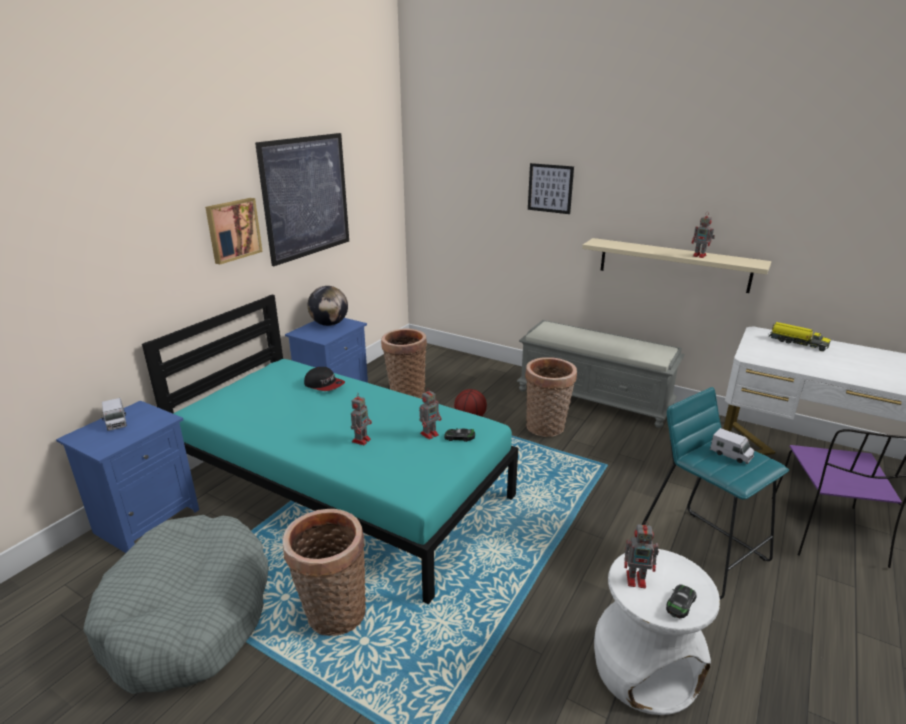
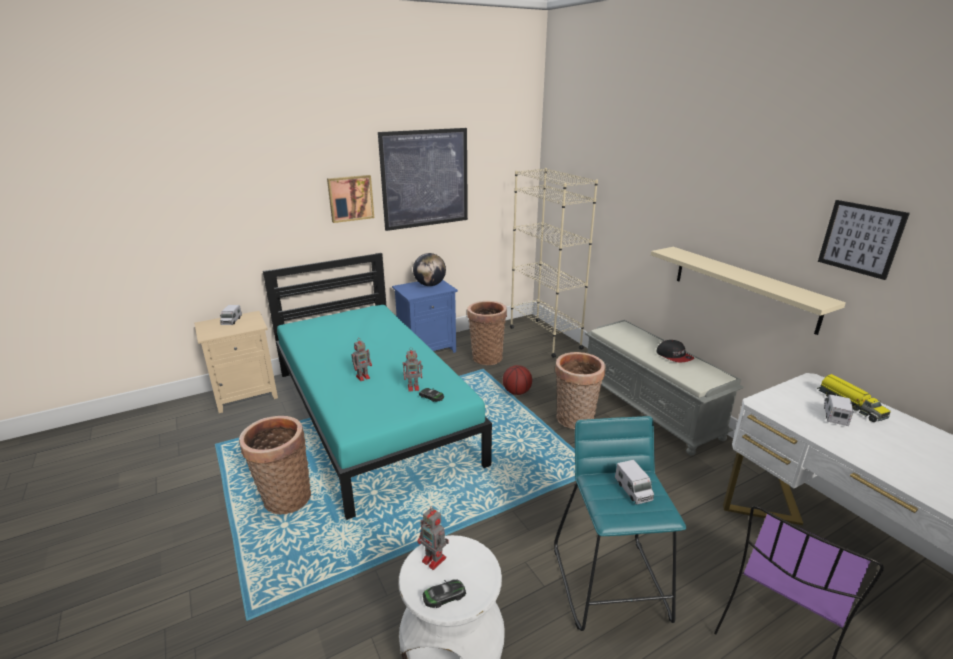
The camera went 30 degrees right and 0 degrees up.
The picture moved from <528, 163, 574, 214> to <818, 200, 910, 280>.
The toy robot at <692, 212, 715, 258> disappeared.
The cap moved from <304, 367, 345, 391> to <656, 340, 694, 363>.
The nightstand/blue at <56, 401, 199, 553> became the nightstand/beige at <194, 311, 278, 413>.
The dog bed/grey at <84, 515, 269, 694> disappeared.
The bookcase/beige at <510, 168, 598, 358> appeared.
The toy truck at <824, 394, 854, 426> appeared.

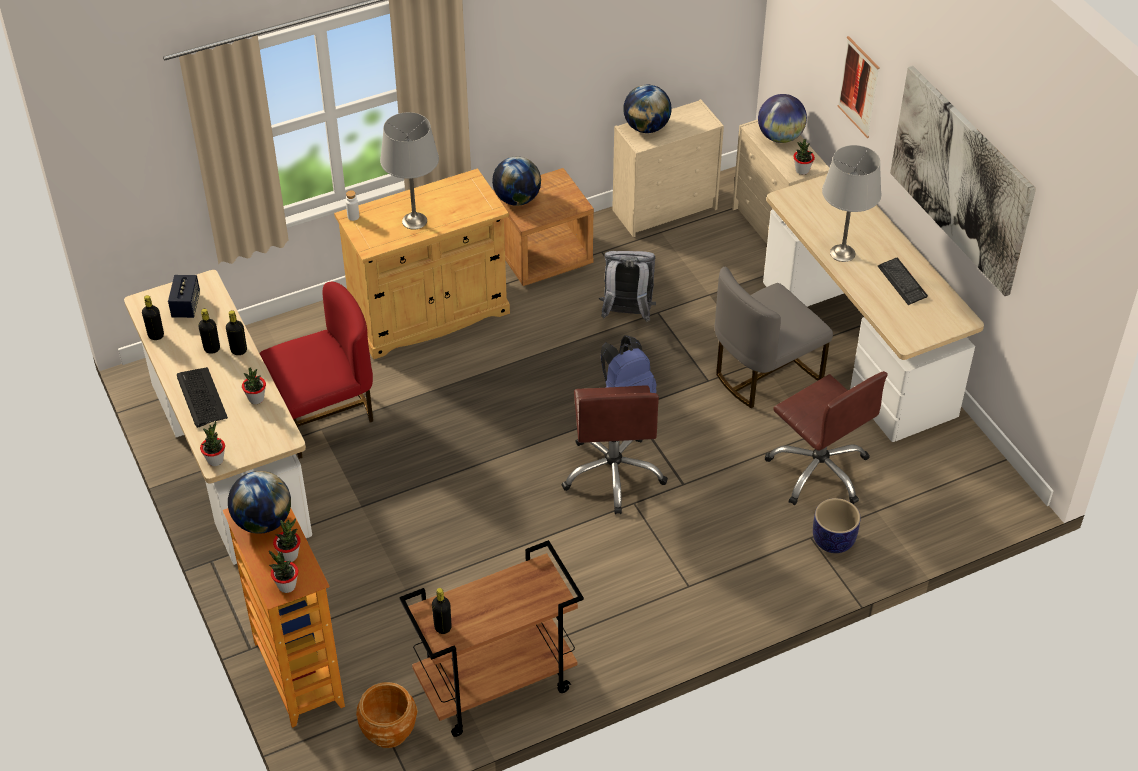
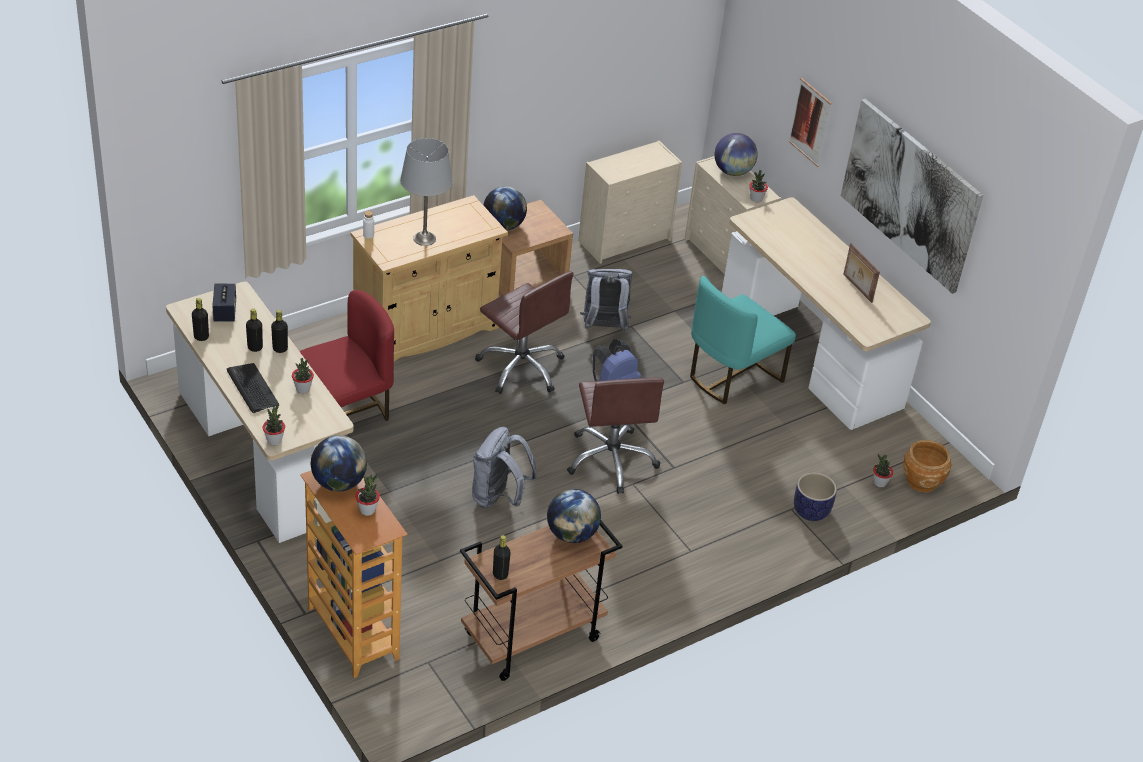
The camera went 10 degrees left and 5 degrees down.
The globe moved from <623, 85, 671, 133> to <547, 489, 601, 543>.
The table lamp/grey at <822, 145, 881, 262> disappeared.
The keyboard at <878, 258, 928, 305> was replaced by the picture frame at <843, 243, 880, 303>.
The chair/grey at <715, 267, 833, 408> became the chair/turquoise at <690, 276, 796, 404>.
The office chair/brown moved from <765, 371, 888, 505> to <475, 271, 574, 394>.
The potted plant moved from <269, 550, 298, 593> to <873, 454, 893, 487>.
The planter/brown moved from <356, 682, 418, 748> to <903, 440, 951, 493>.
The backpack/grey at <472, 427, 537, 508> appeared.

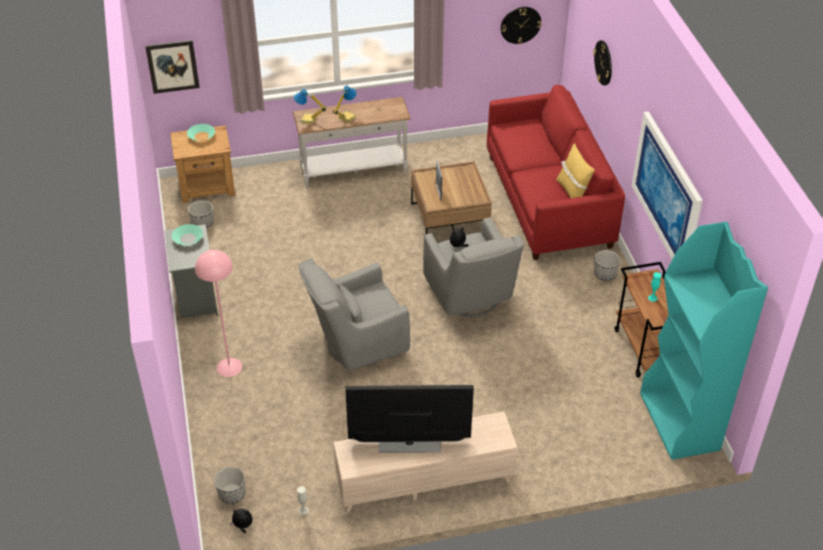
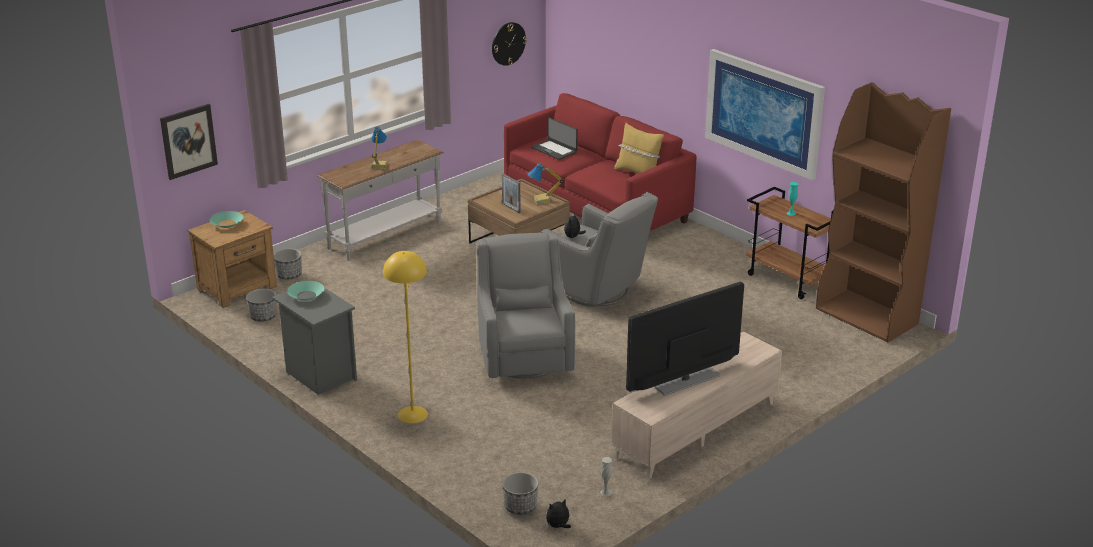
The camera went 30 degrees left and 15 degrees down.
The wall clock at <593, 40, 612, 86> disappeared.
The table lamp moved from <294, 89, 327, 125> to <528, 163, 564, 204>.
The bookcase/turquoise at <640, 222, 768, 460> became the bookcase/brown at <816, 82, 951, 342>.
The floor lamp/pink at <195, 250, 242, 377> became the floor lamp/yellow at <383, 251, 428, 423>.
The planter moved from <594, 250, 620, 280> to <274, 249, 302, 279>.
The armchair/grey at <299, 258, 410, 370> turned 135 degrees clockwise.
The laptop at <531, 117, 578, 160> appeared.

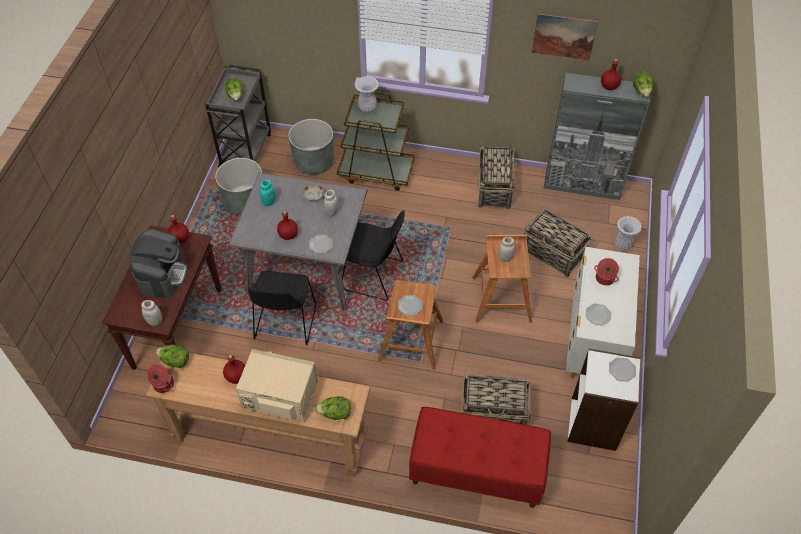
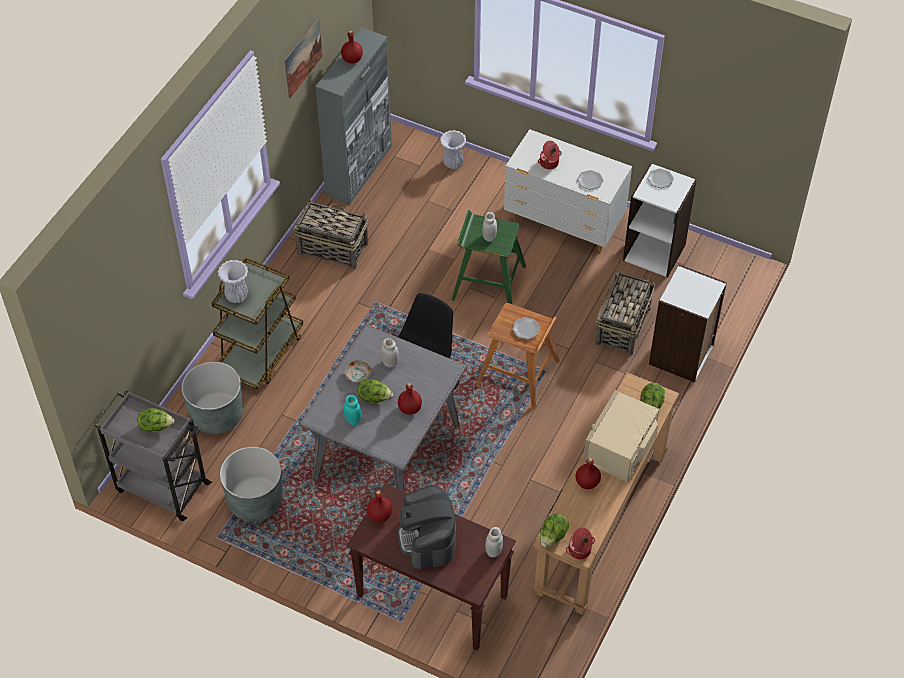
The camera went 75 degrees left and 0 degrees up.
The lettuce moved from <633, 71, 654, 97> to <358, 379, 393, 403>.
The basket at <524, 209, 592, 277> disappeared.
The coffee machine at <129, 229, 188, 298> turned 120 degrees counterclockwise.
The plate at <309, 235, 333, 254> disappeared.
The stool/brown at <472, 235, 532, 323> became the stool/green at <452, 210, 526, 304>.
The chair/black at <248, 271, 316, 345> disappeared.
The bench/red at <409, 407, 551, 508> was replaced by the bookcase/white at <649, 265, 727, 382>.

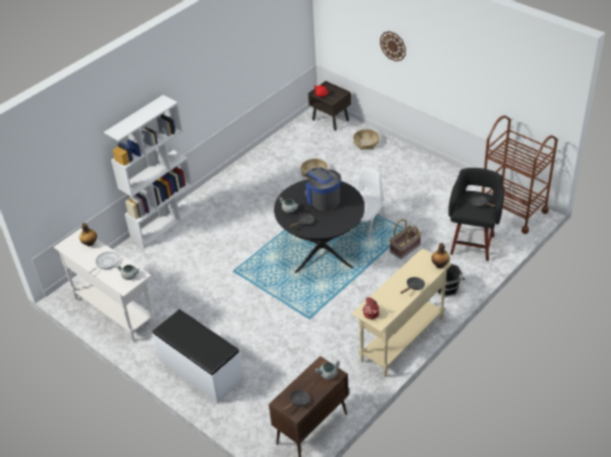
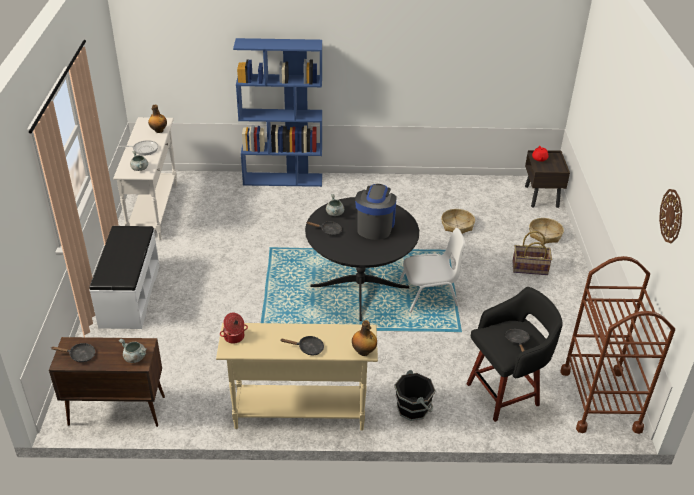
The camera went 45 degrees right and 5 degrees down.
The wall clock moved from <380, 31, 406, 61> to <659, 189, 682, 243>.
The bookcase/white at <104, 95, 197, 248> became the bookcase/blue at <233, 38, 322, 187>.
The basket moved from <390, 219, 421, 259> to <512, 231, 552, 275>.

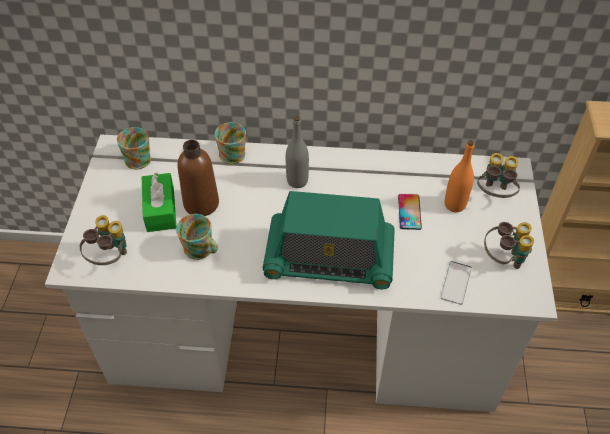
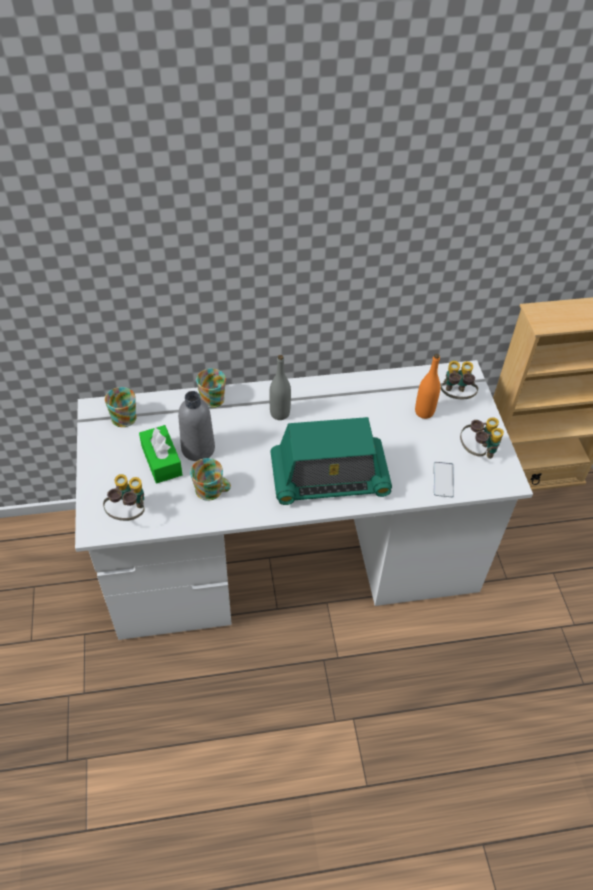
The camera went 15 degrees left and 0 degrees up.
The bottle/brown at <178, 140, 219, 216> became the bottle/grey at <178, 391, 215, 461>.
The phone at <398, 194, 422, 230> disappeared.

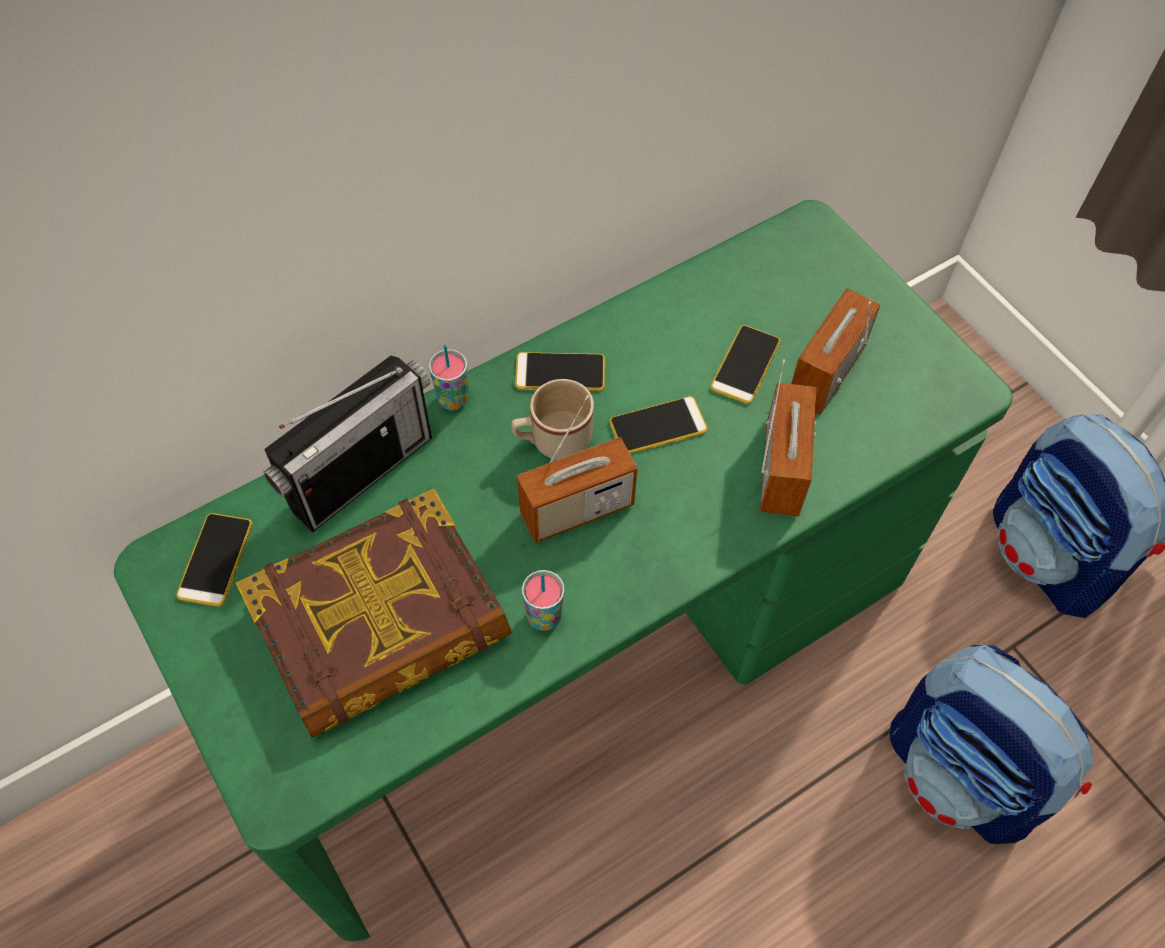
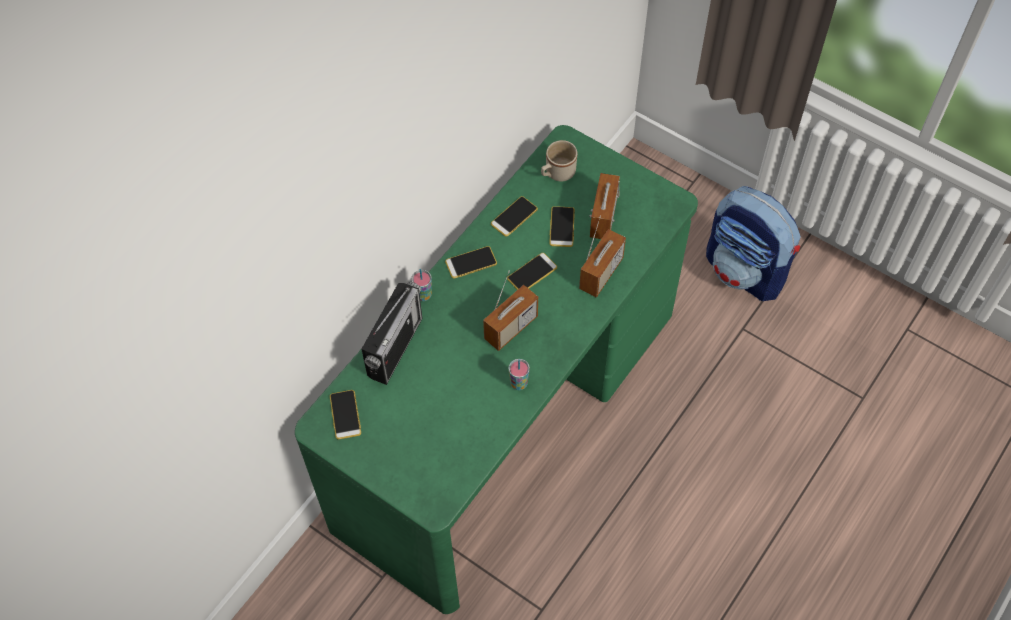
The camera went 20 degrees left and 0 degrees up.
The radio at <760, 360, 816, 516> turned 45 degrees clockwise.
The mug/beige moved from <511, 379, 594, 460> to <541, 140, 577, 182>.
The book at <236, 489, 512, 738> disappeared.
The backpack at <890, 645, 1093, 844> disappeared.
The phone at <491, 196, 538, 237> appeared.

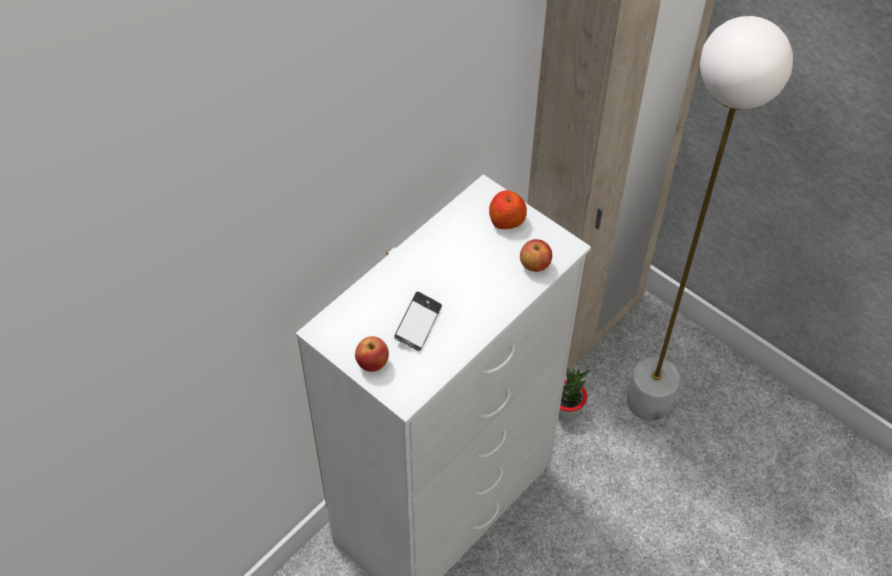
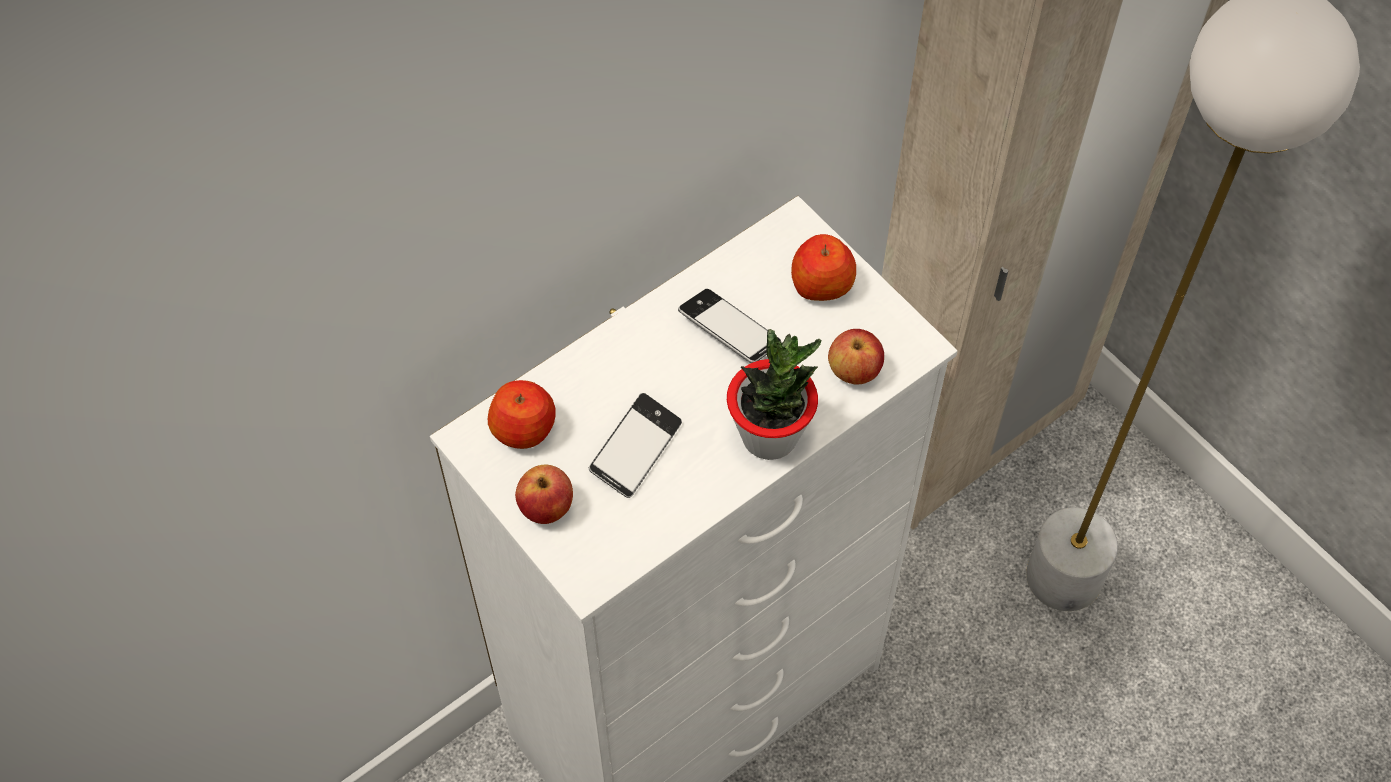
The camera went 10 degrees right and 5 degrees up.
The potted plant moved from <558, 368, 589, 421> to <727, 329, 821, 460>.
The phone at <678, 289, 781, 363> appeared.
The apple at <488, 380, 556, 449> appeared.

